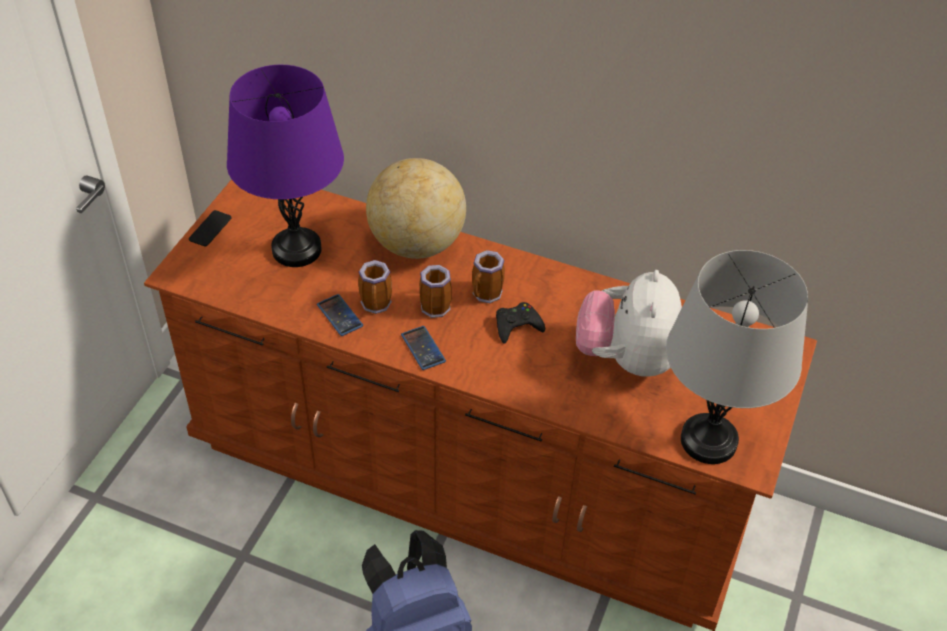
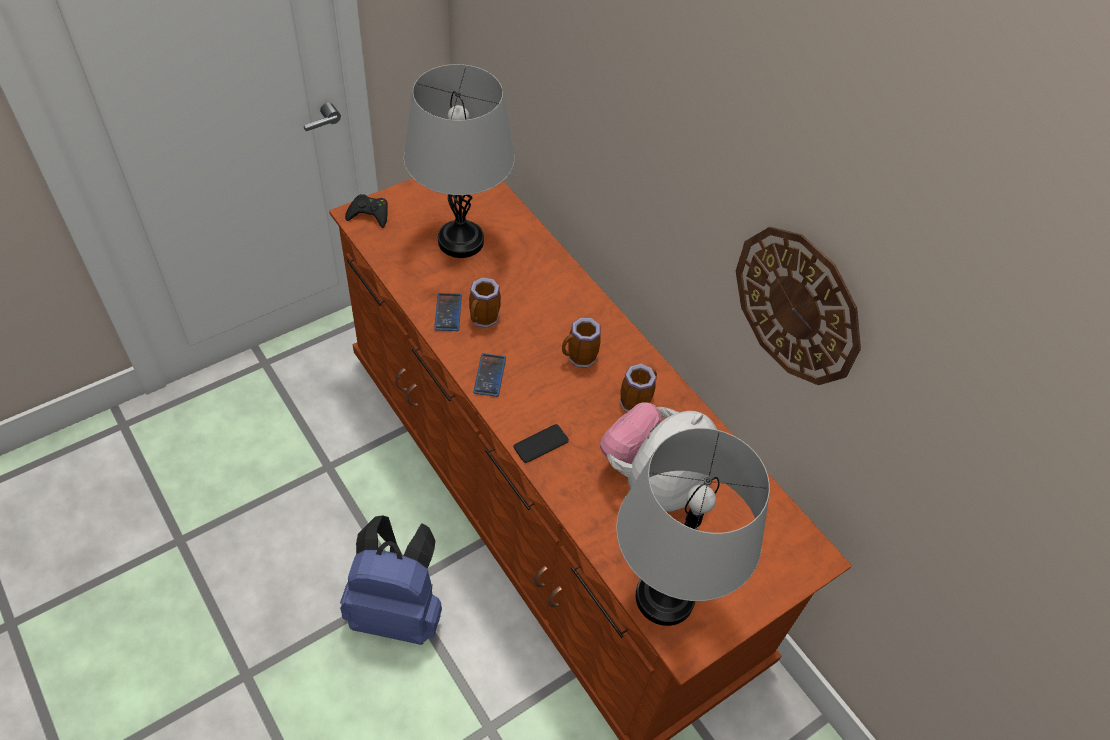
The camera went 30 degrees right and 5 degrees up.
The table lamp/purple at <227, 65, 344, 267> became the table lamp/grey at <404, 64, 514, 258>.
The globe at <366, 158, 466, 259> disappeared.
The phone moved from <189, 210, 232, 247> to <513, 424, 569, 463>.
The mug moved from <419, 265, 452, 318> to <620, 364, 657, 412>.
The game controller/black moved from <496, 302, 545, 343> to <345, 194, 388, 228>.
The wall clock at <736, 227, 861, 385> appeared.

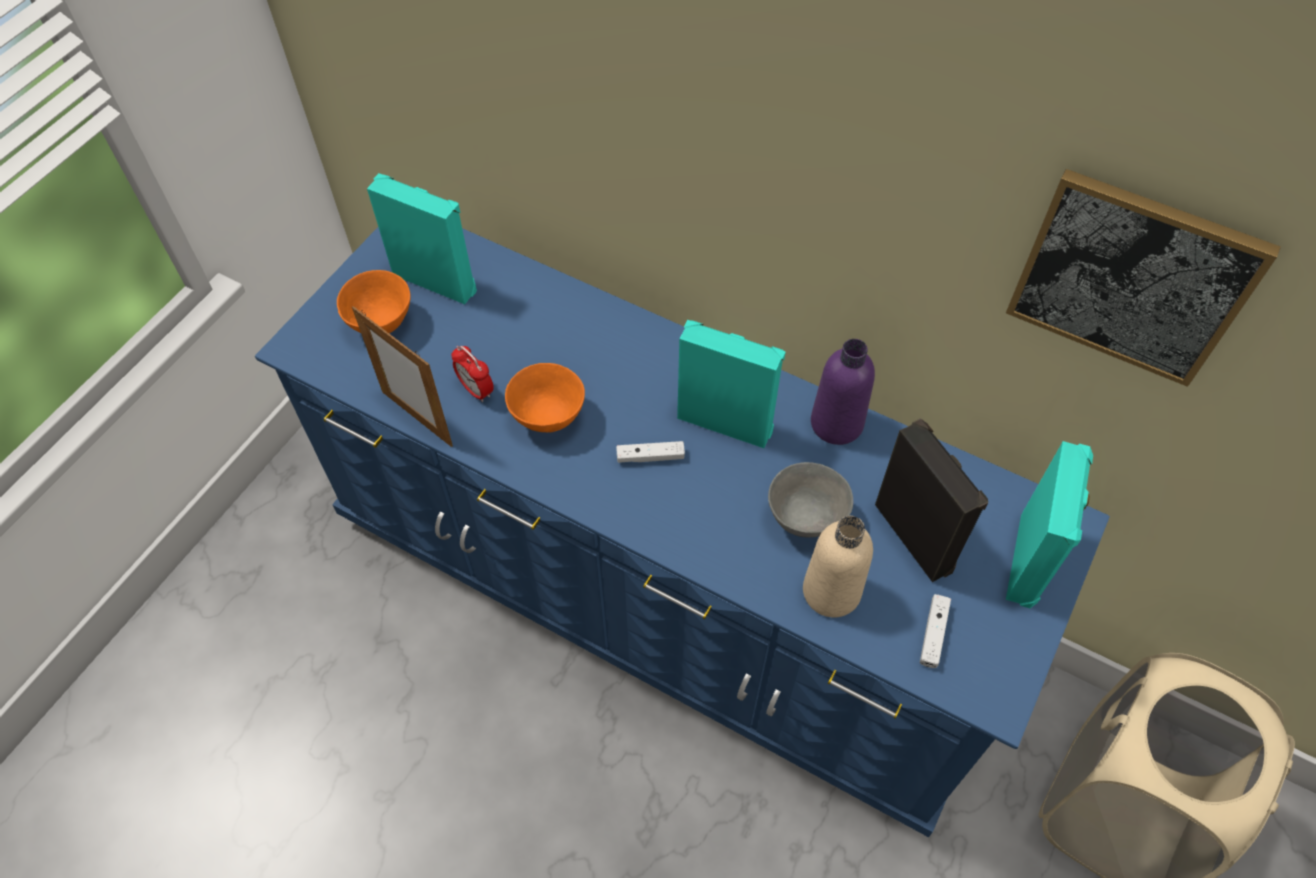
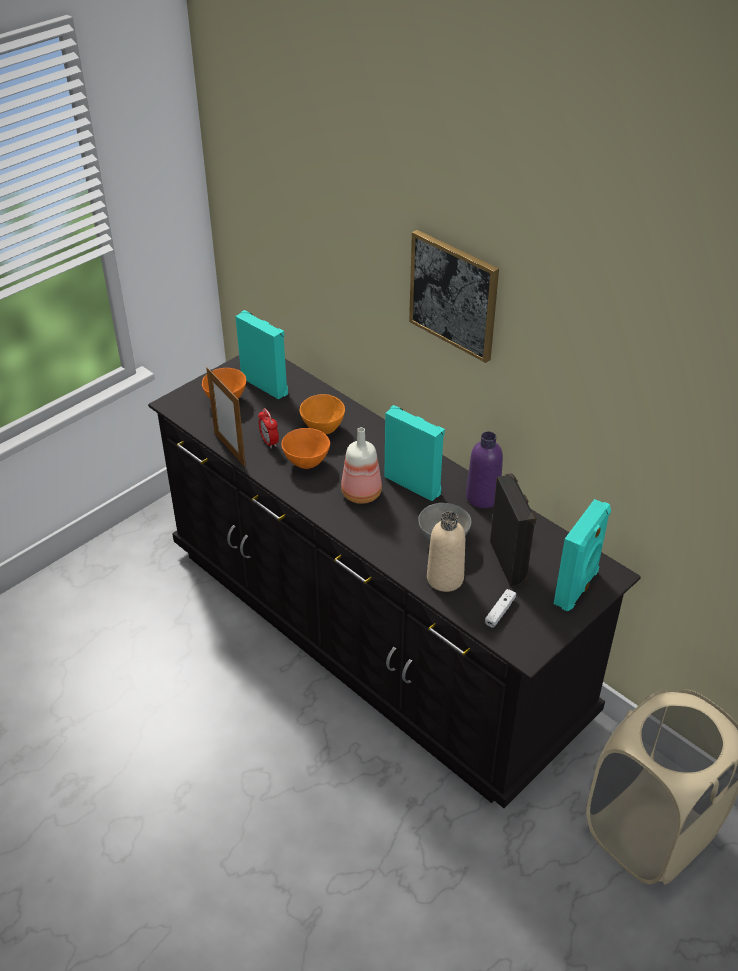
The camera went 15 degrees right and 15 degrees down.
The picture moved from <1006, 169, 1281, 387> to <409, 230, 499, 363>.
The dresser/blue at <255, 227, 1110, 837> became the dresser/black at <148, 355, 641, 808>.
The game controller/white at <616, 441, 685, 463> was replaced by the bottle at <341, 427, 382, 504>.
The bowl/orange at <300, 394, 345, 434> appeared.

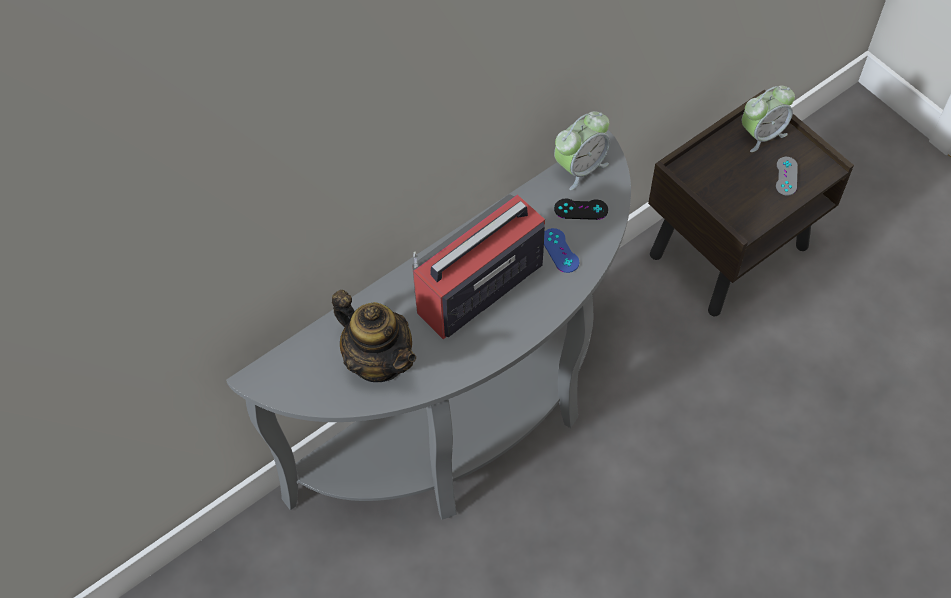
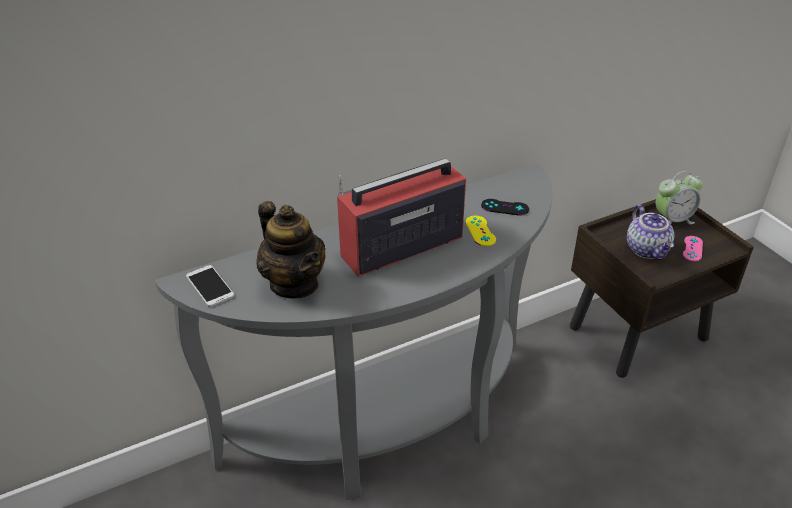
The camera went 10 degrees right and 20 degrees down.
The alarm clock at <554, 111, 610, 190> disappeared.
The game controller/grey at <776, 157, 798, 196> became the game controller/pink at <683, 236, 703, 261>.
The game controller/blue at <544, 228, 579, 273> became the game controller/yellow at <465, 216, 496, 246>.
The teapot at <627, 204, 674, 260> appeared.
The phone at <186, 265, 235, 307> appeared.

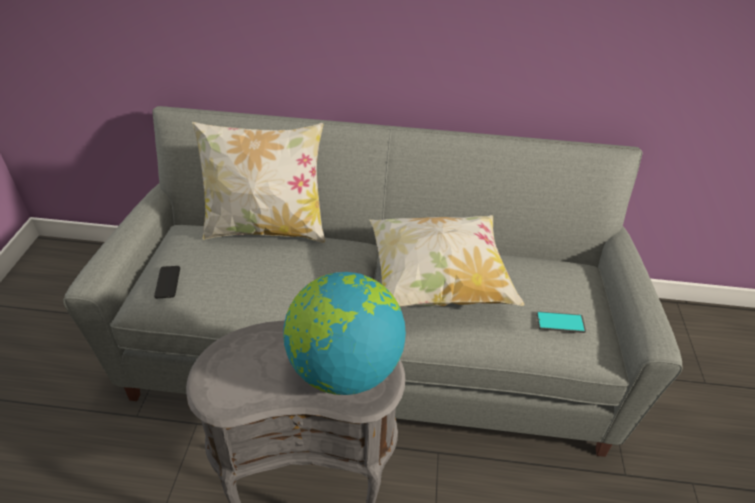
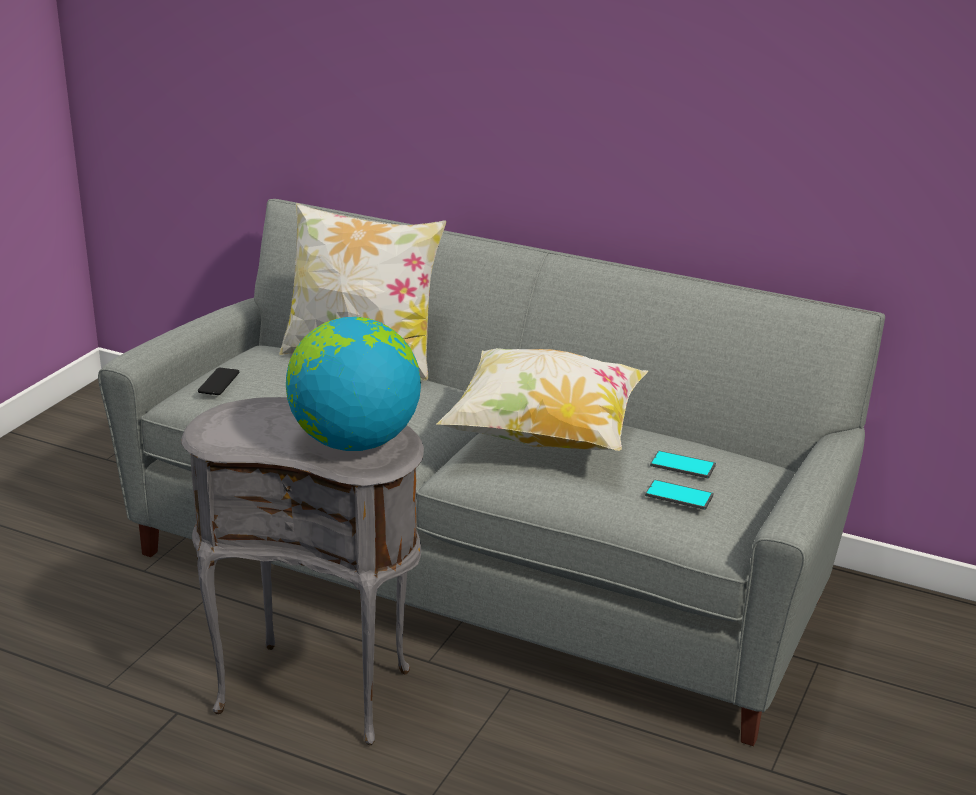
The camera went 20 degrees right and 15 degrees down.
The phone at <650, 451, 716, 478> appeared.

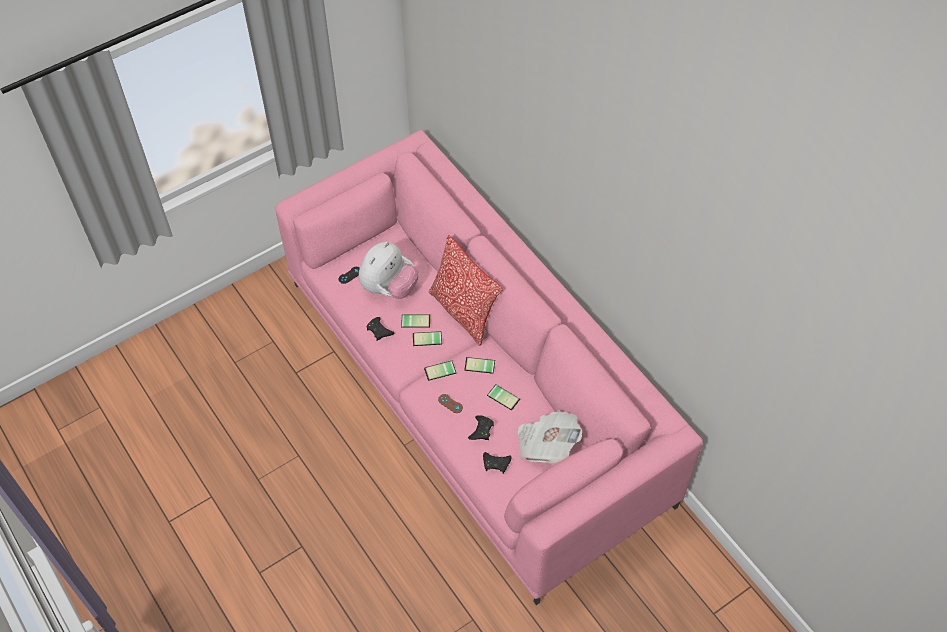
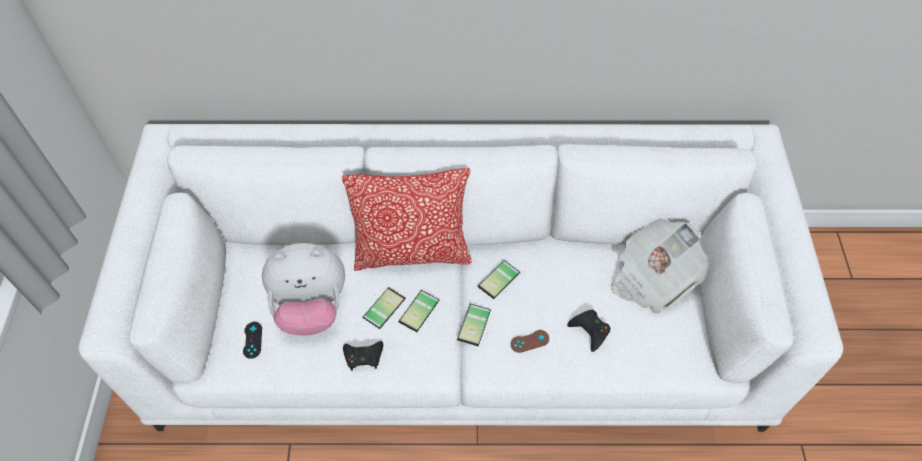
The camera went 55 degrees left and 0 degrees up.
The sofa/pink at <275, 130, 703, 605> became the sofa/white at <79, 124, 843, 432>.
The plush toy at <359, 241, 419, 299> turned 105 degrees clockwise.
The phone at <487, 385, 520, 411> disappeared.
The game controller/black at <483, 452, 512, 474> disappeared.

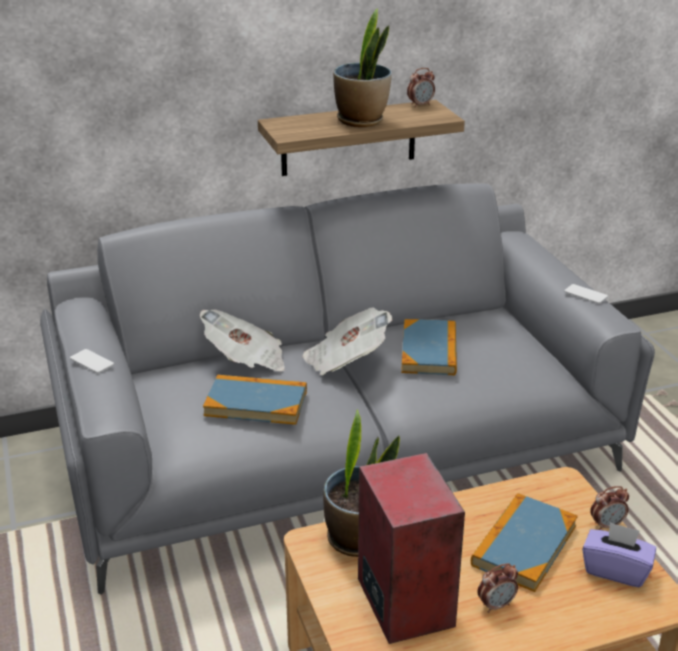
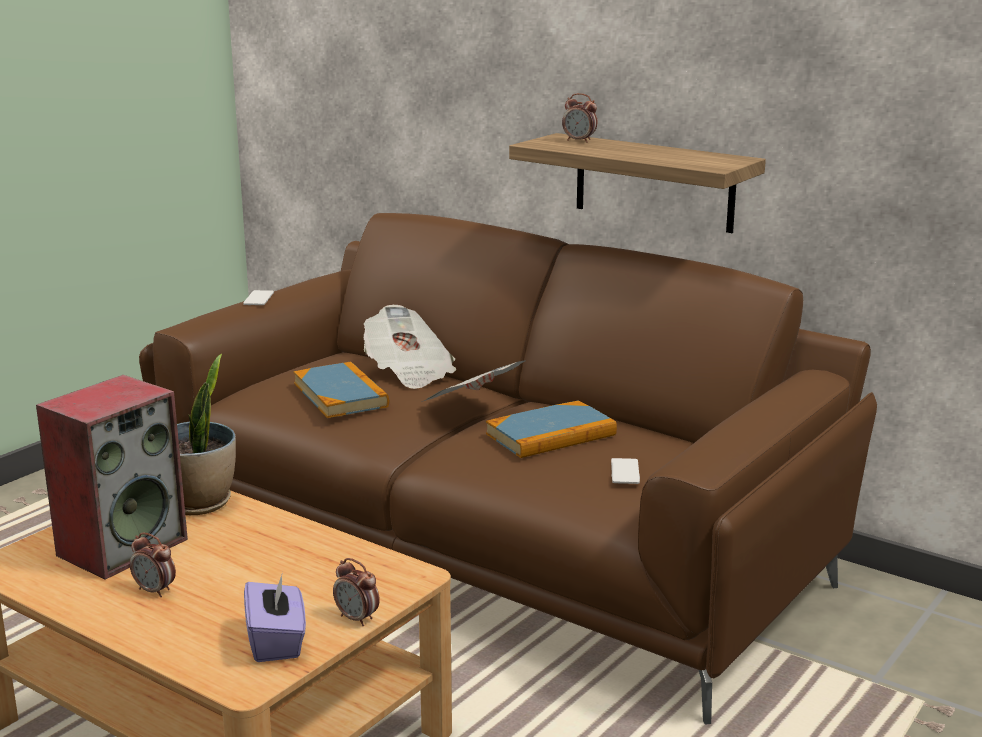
The camera went 55 degrees right and 10 degrees down.
The potted plant at <333, 8, 392, 127> disappeared.
The alarm clock moved from <407, 68, 435, 107> to <562, 93, 598, 143>.
The sofa/grey at <40, 183, 655, 595> became the sofa/brown at <139, 213, 877, 725>.
The phone moved from <564, 284, 608, 304> to <611, 458, 640, 484>.
The book at <471, 493, 578, 592> disappeared.

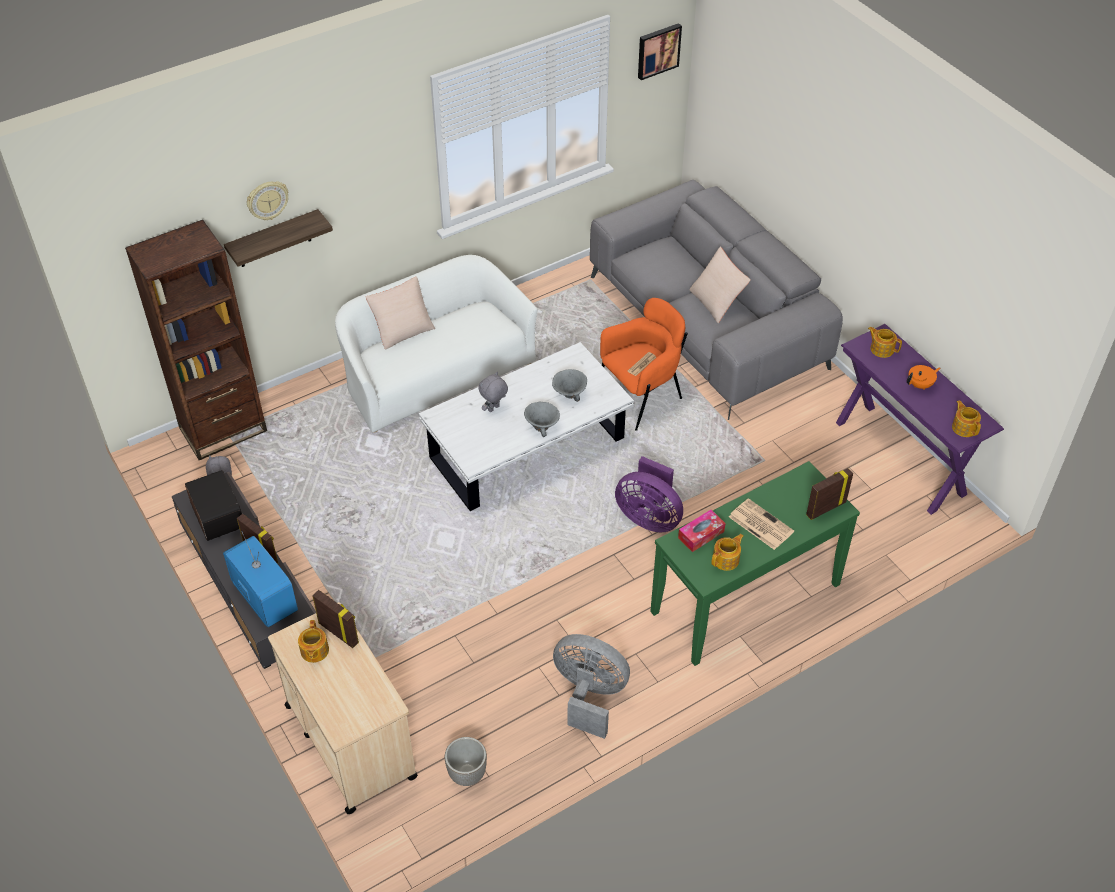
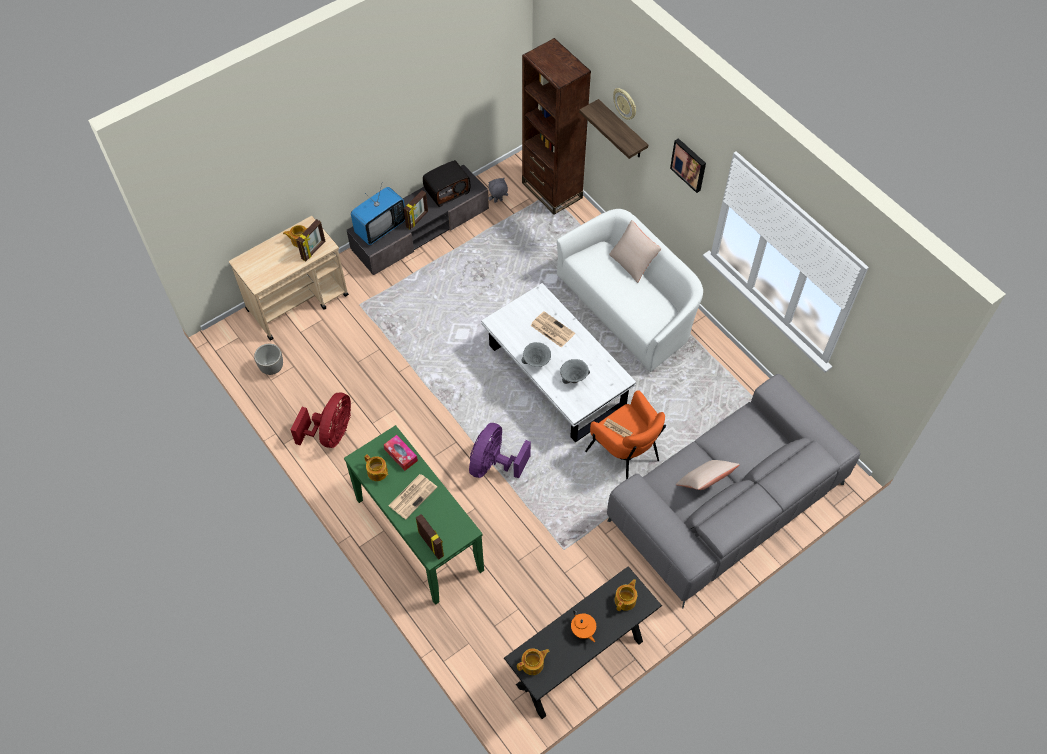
The camera went 85 degrees right and 10 degrees up.
The picture moved from <638, 23, 682, 80> to <670, 138, 706, 193>.
The console table/purple at <836, 324, 1004, 515> became the console table/black at <504, 566, 662, 719>.
The plush toy/grey at <478, 372, 508, 412> was replaced by the newspaper at <530, 311, 575, 348>.
The fan/grey at <553, 634, 630, 739> became the fan/red at <291, 392, 351, 448>.

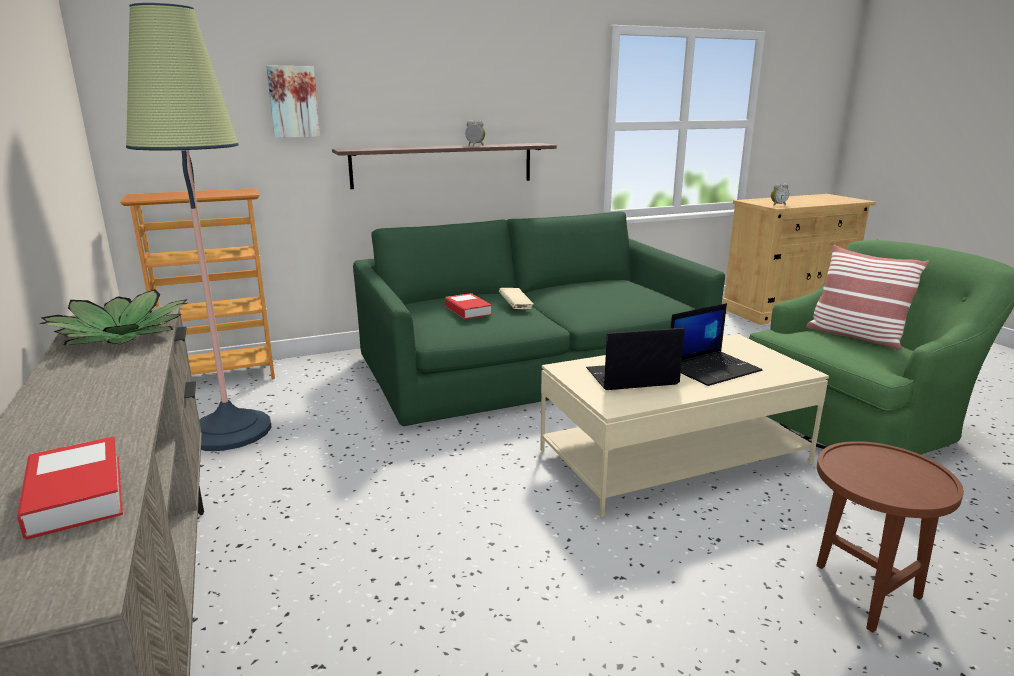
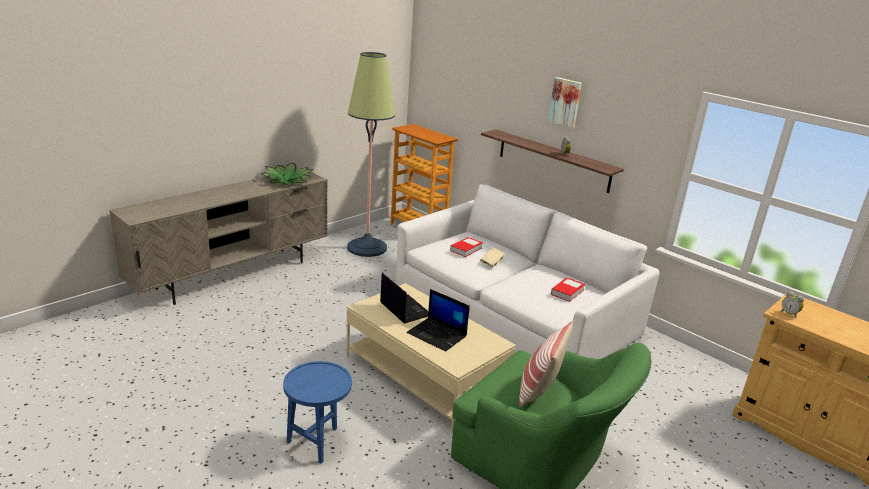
The camera went 65 degrees right and 5 degrees up.
The picture moved from <266, 65, 320, 138> to <548, 77, 582, 128>.
The sofa/green at <353, 212, 725, 426> became the sofa/white at <396, 184, 659, 359>.
The book moved from <17, 436, 123, 540> to <551, 277, 585, 302>.
The side table/brown at <816, 441, 964, 633> became the side table/blue at <283, 361, 352, 463>.

